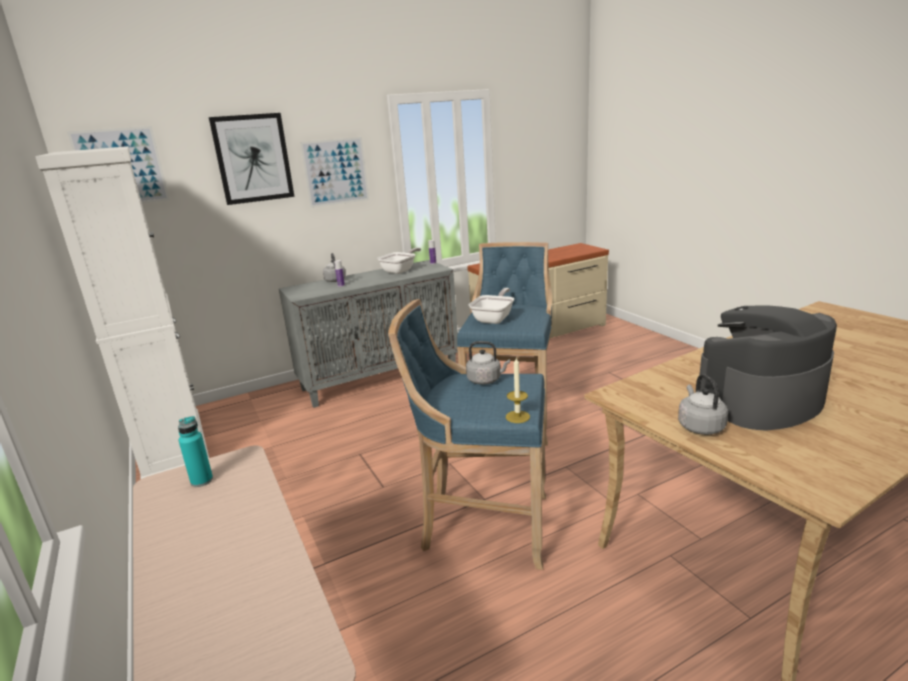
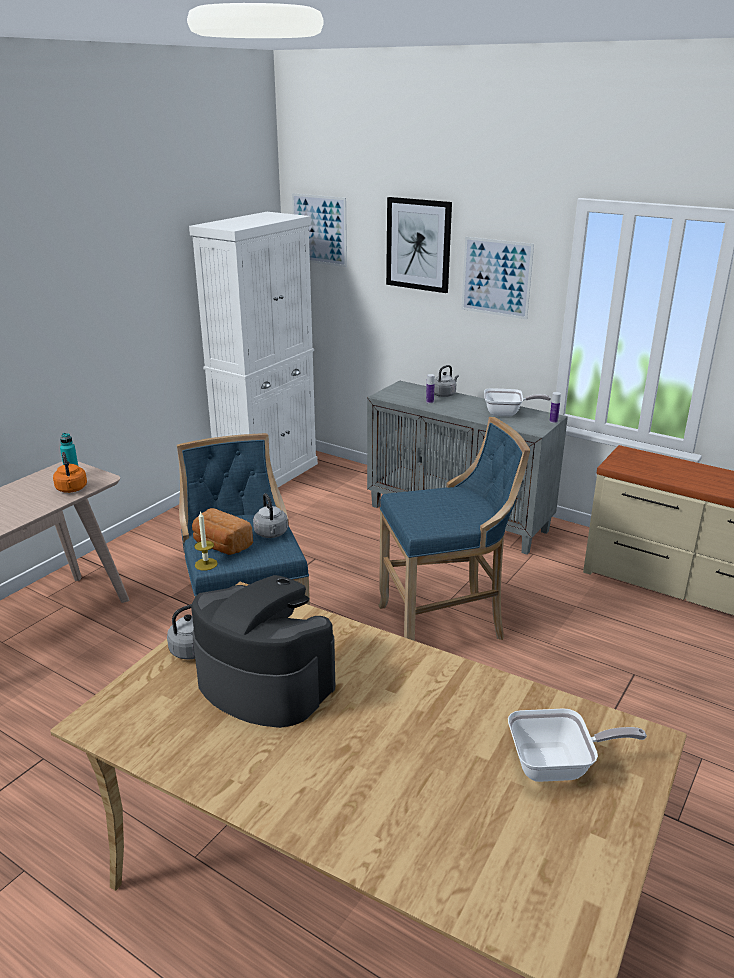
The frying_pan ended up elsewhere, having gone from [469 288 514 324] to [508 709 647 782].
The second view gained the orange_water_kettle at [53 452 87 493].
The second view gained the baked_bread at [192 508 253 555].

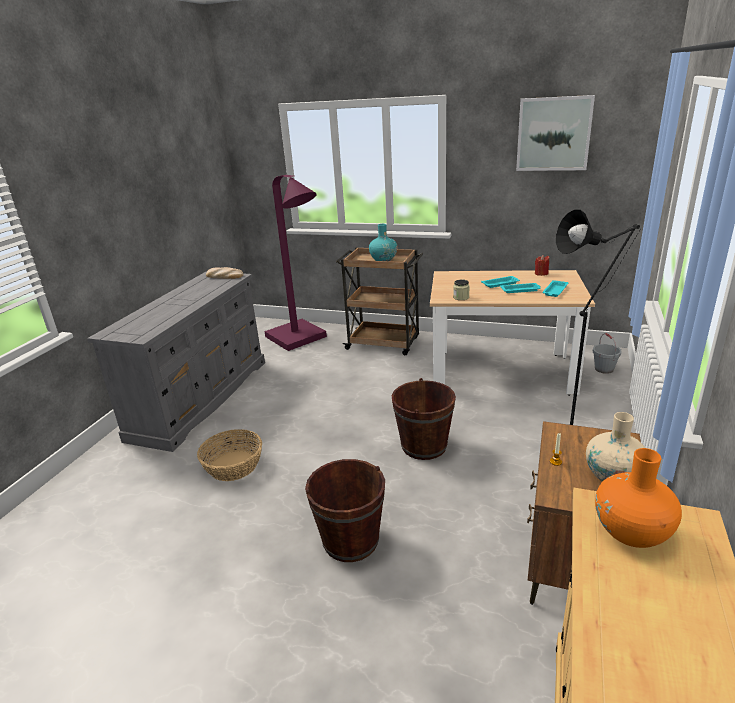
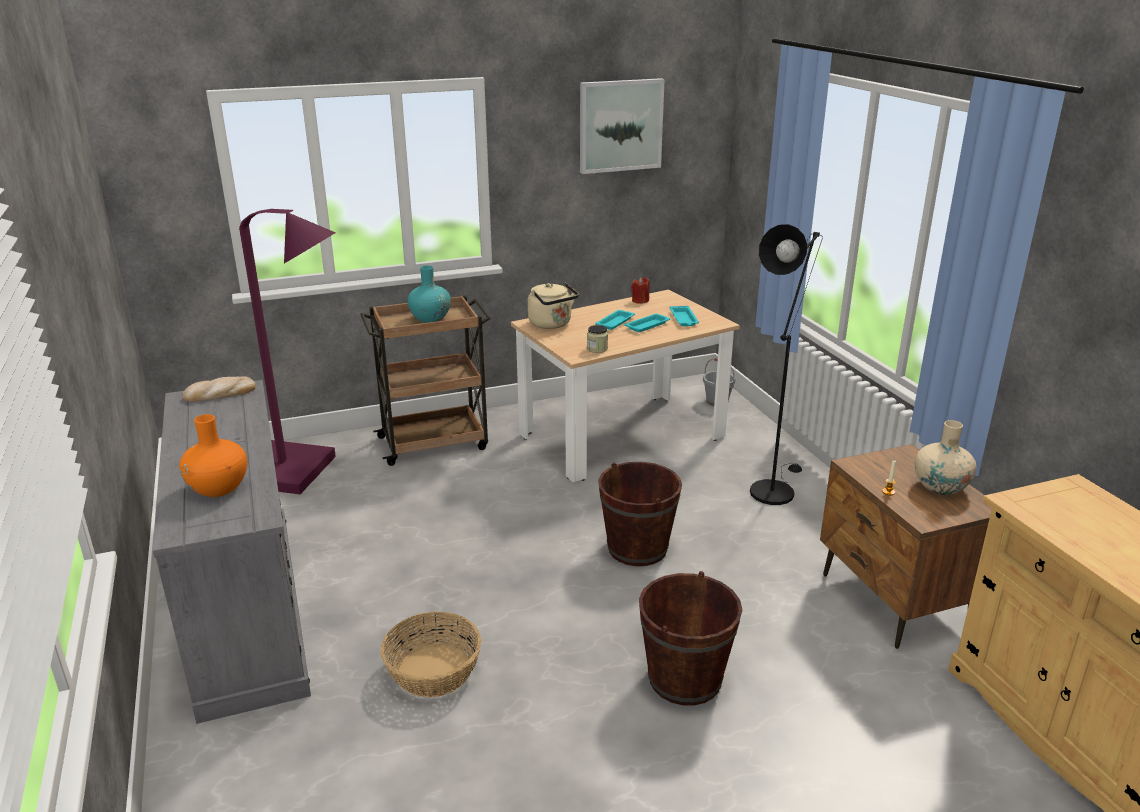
The orange_vase ended up elsewhere, having gone from [595 448 682 548] to [179 414 247 497].
The second view gained the sand-coloured_water_kettle at [528 283 579 329].

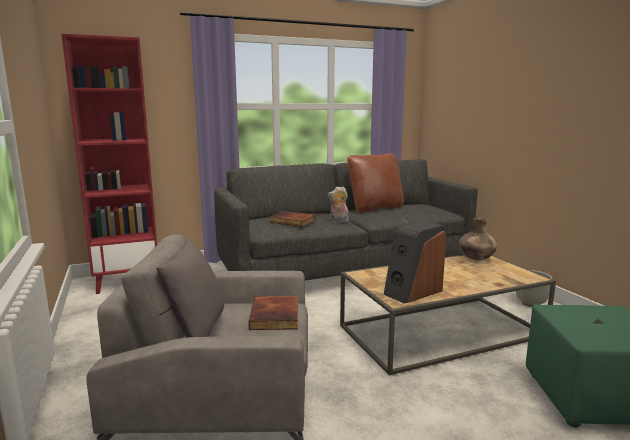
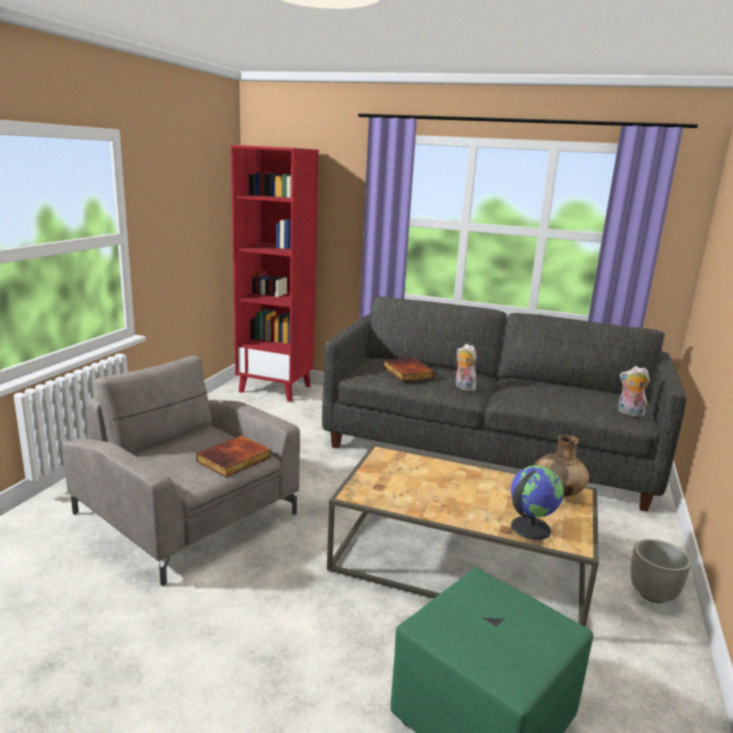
The second view lost the brown-coloured_cushion at [347 153 404 212].
The second view lost the speaker at [384 220 446 304].
The second view lost the greyish_cushion at [156 239 224 338].
The second view gained the plush_toy at [618 366 650 417].
The second view gained the globe at [511 465 564 540].

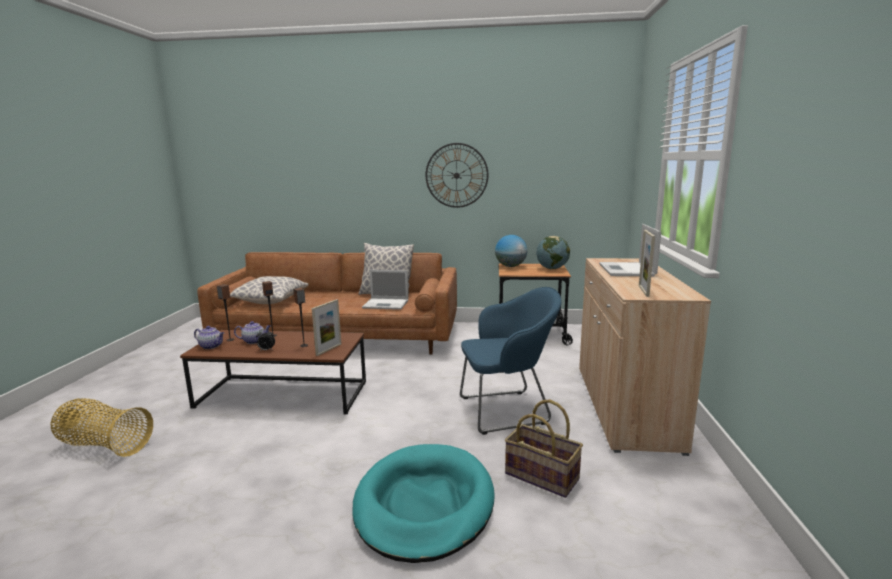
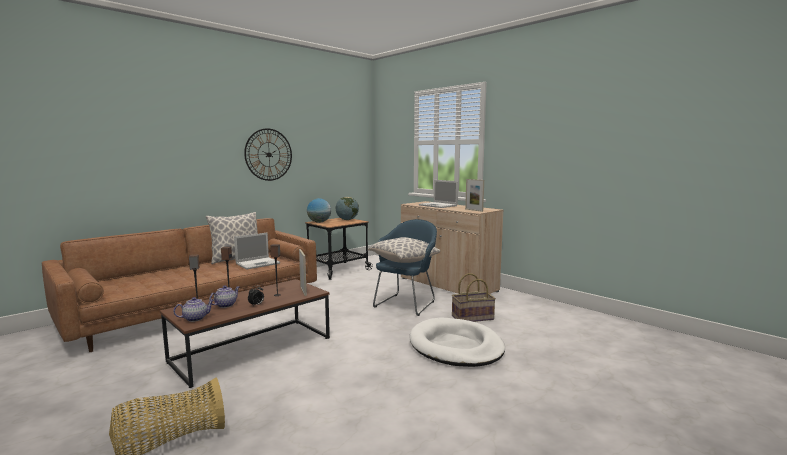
The cushion ended up elsewhere, having gone from [230 276 309 304] to [368 237 440 263].
What was the turquoise_dog_cushion at [352 444 495 563] turned into the white_dog_cushion at [410 318 505 367].

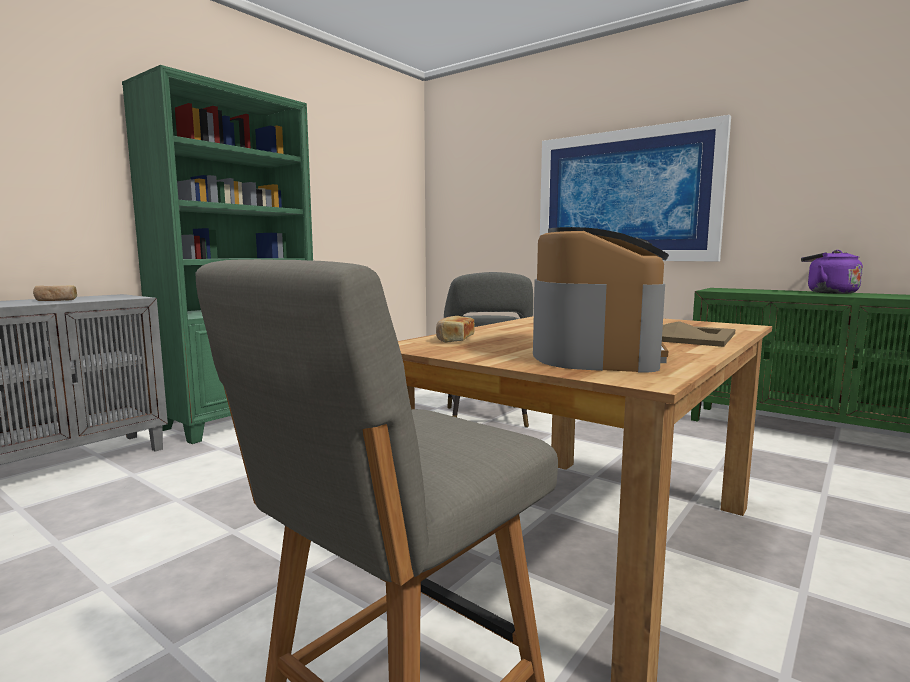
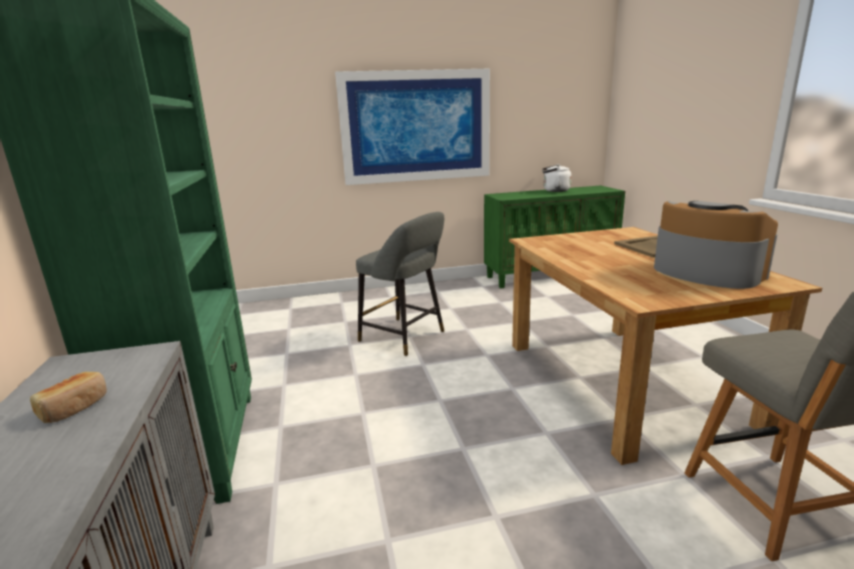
What was the purplish_water_kettle at [801 250 863 294] turned into the white_water_kettle at [542 164 571 192].
The second view lost the baked_bread at [436 316 475 343].

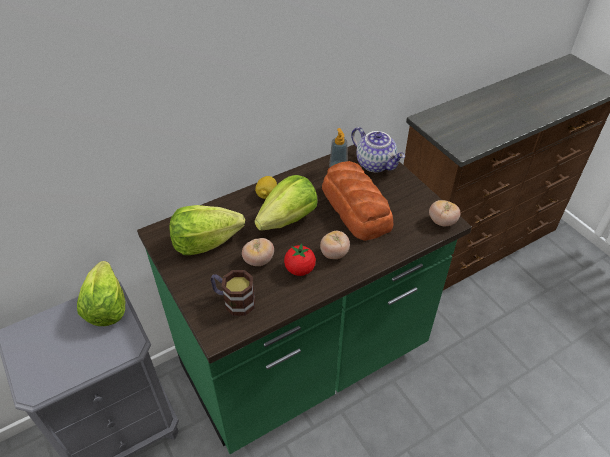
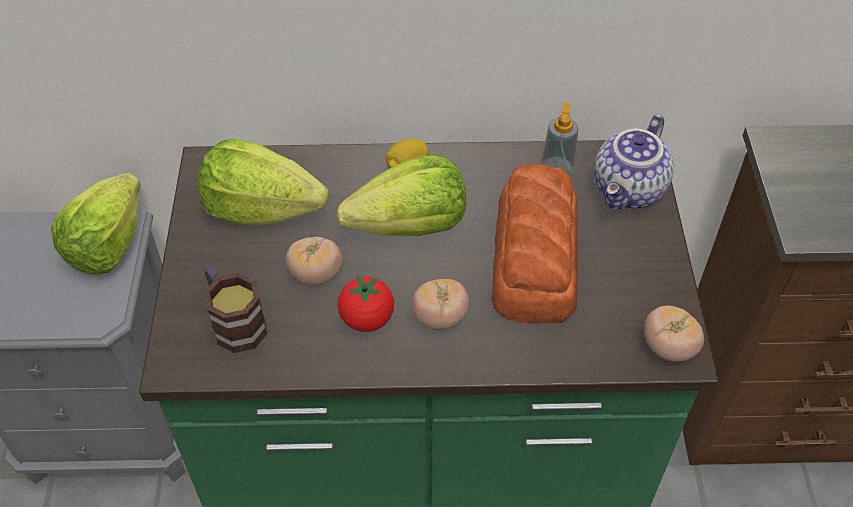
The tea_pot at [351 127 405 173] ended up facing another way, 45 degrees clockwise from before.

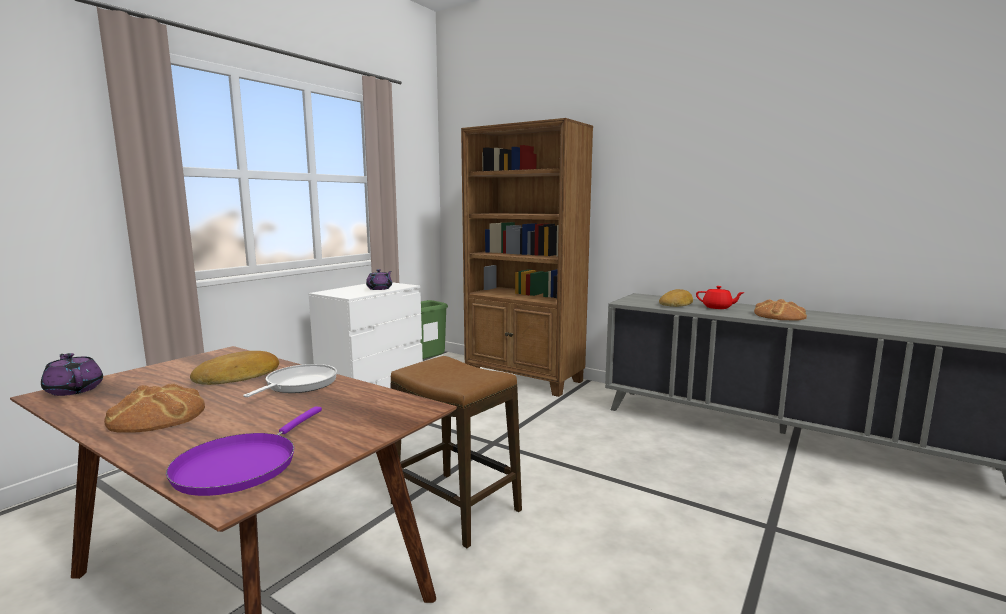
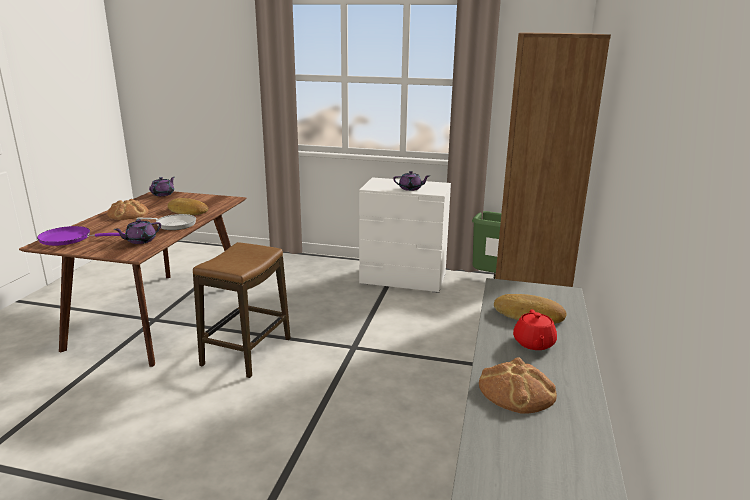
The second view gained the purplish_tea_pot at [113 219 161 244].

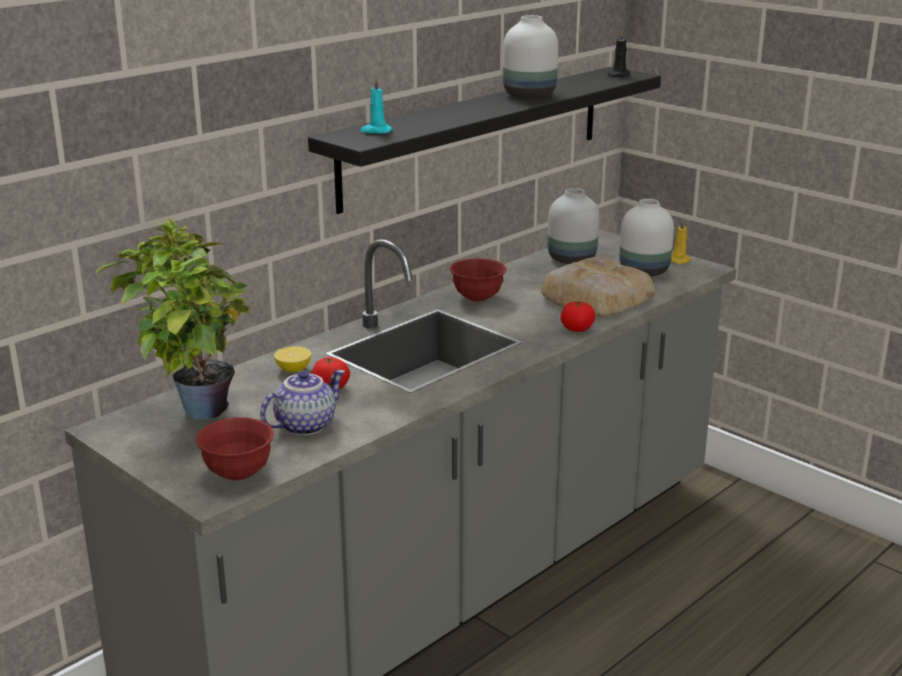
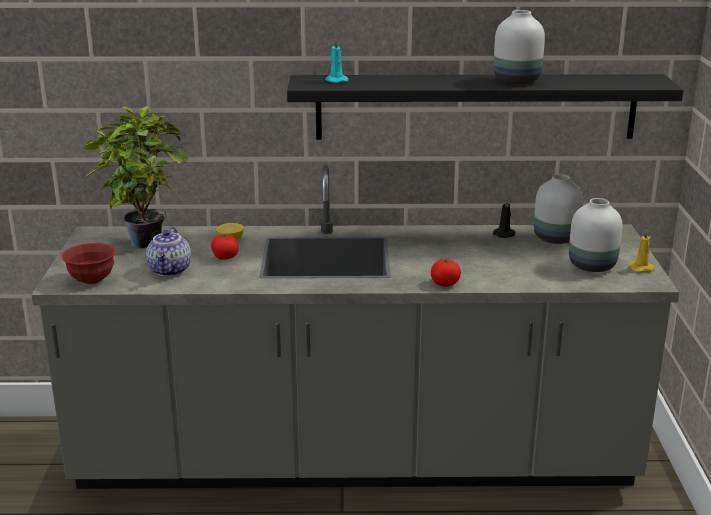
The blackish_wax_light ended up elsewhere, having gone from [608 31 630 77] to [493 198 516 238].
The second view lost the baked_bread at [541 257 655 316].
The second view lost the red-coloured_serving_bowl at [449 258 507 302].
The tea_pot at [260 370 345 435] ended up facing another way, 90 degrees clockwise from before.

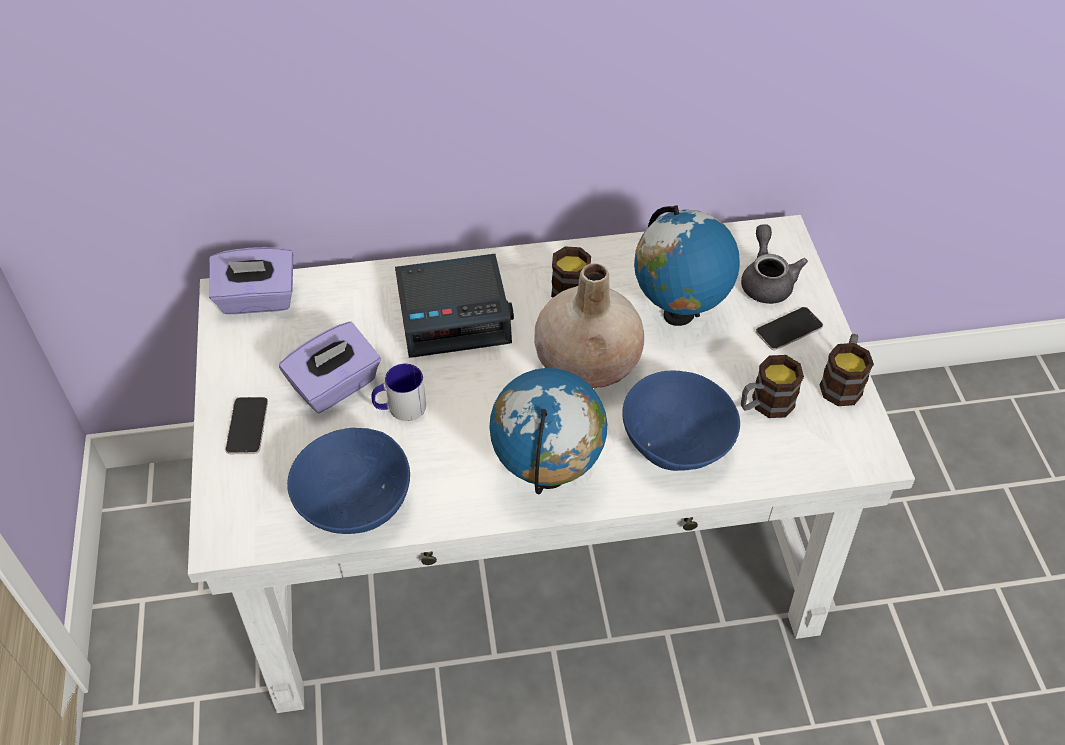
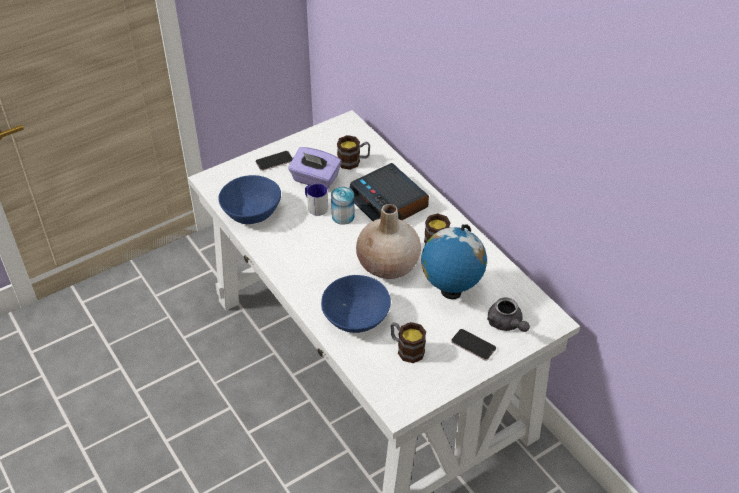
The greyish_tea_pot at [741 224 808 304] ended up facing another way, 90 degrees clockwise from before.
The second view lost the purplish_tissue_holder at [209 247 293 314].
The mug ended up elsewhere, having gone from [820 334 874 406] to [337 135 370 170].
The second view lost the globe at [490 368 607 494].
The second view gained the sealed_can at [331 187 355 225].

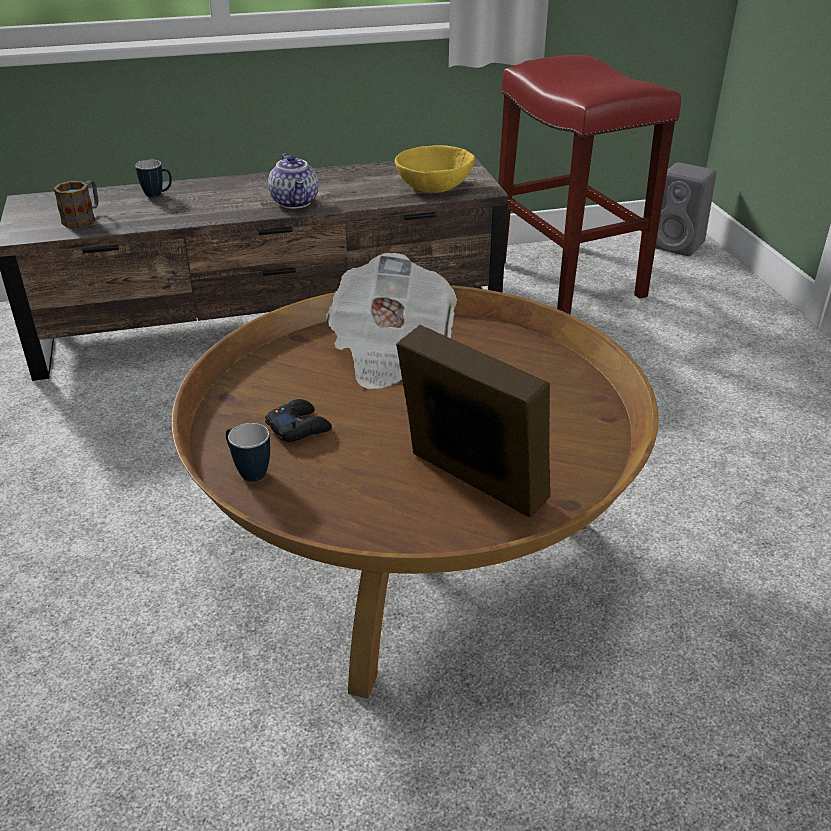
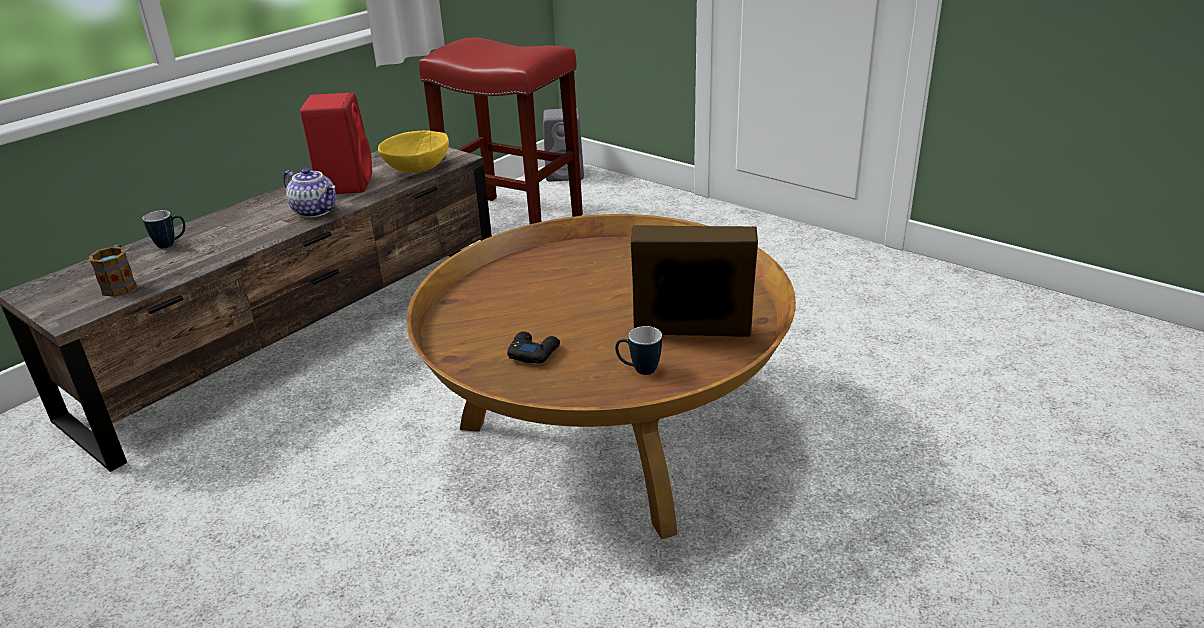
The second view lost the daily_paper at [326 253 457 389].
The mug ended up elsewhere, having gone from [226 423 270 482] to [615 326 662 375].
The second view gained the red-coloured_speaker at [300 93 372 194].

